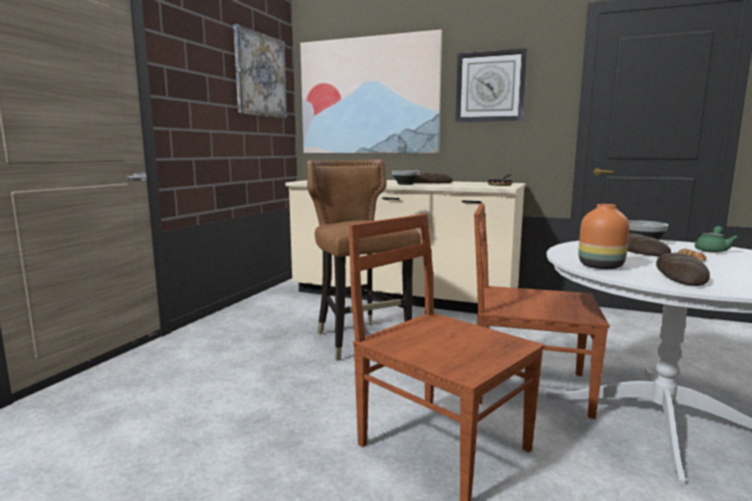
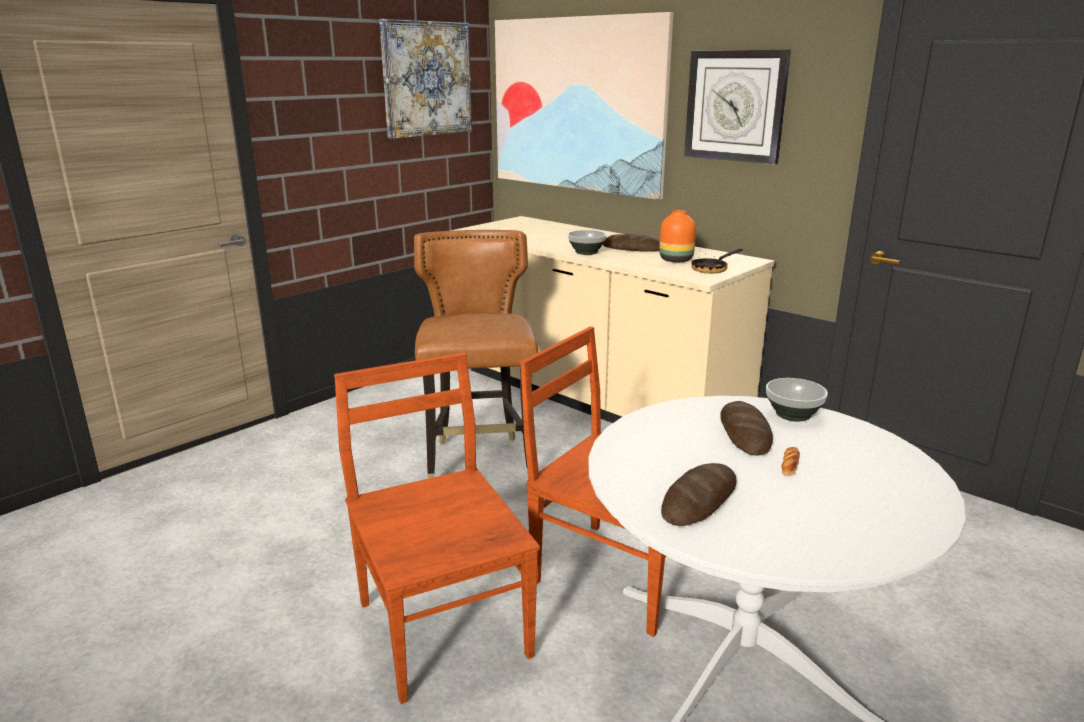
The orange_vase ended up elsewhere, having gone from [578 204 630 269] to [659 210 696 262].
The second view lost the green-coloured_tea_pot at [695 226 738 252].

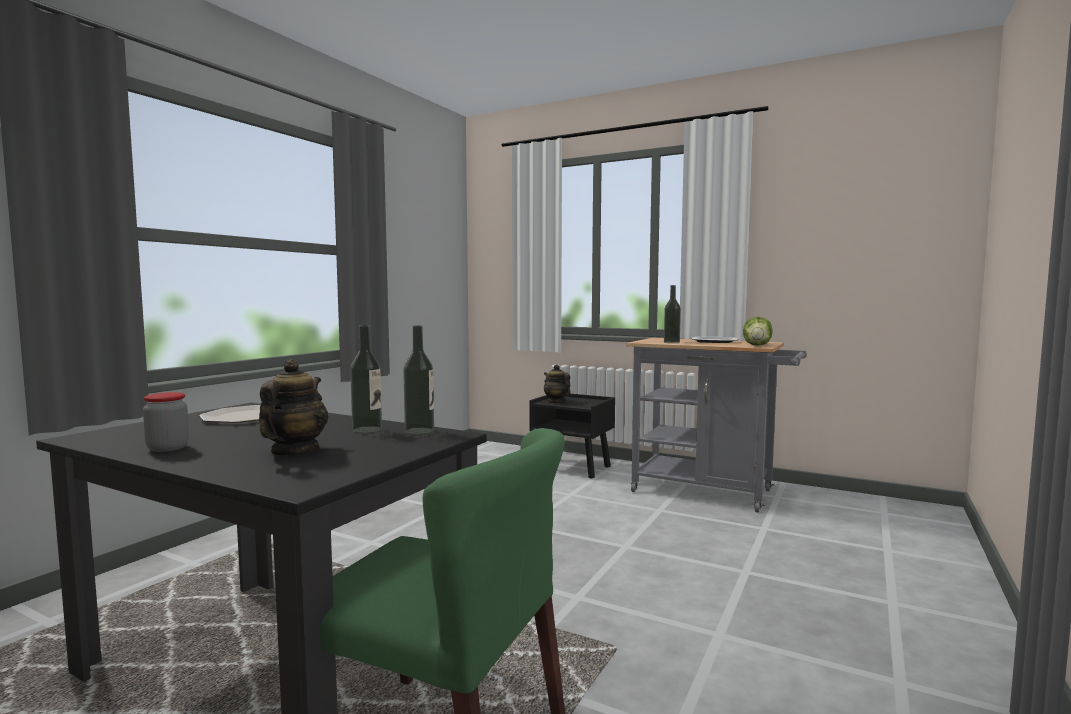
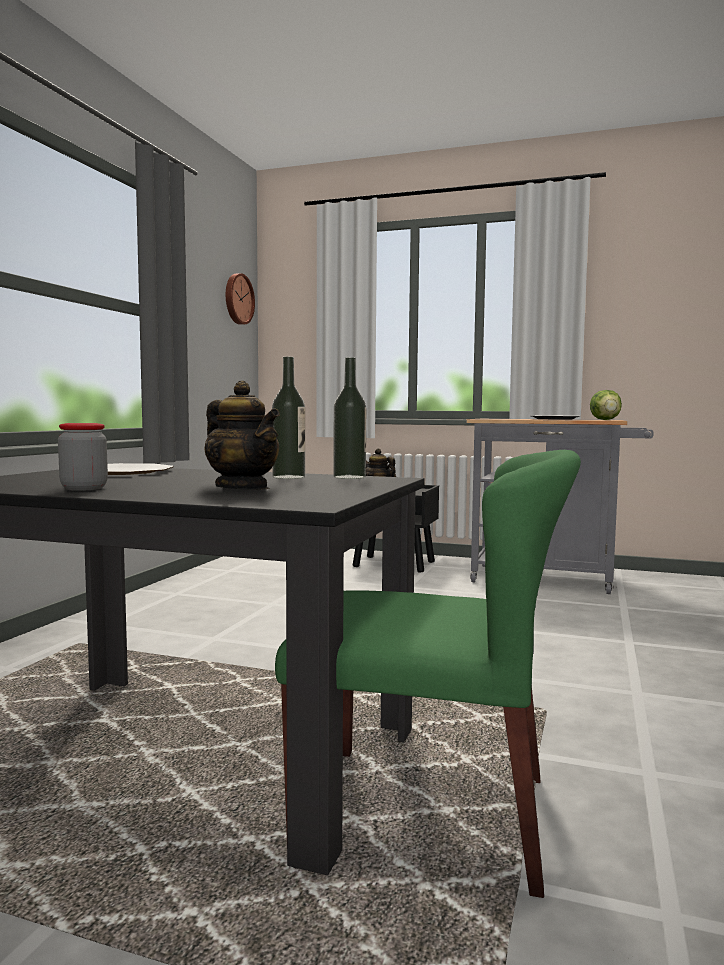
The second view lost the drink_bottle at [664 285 681 343].
The tea_pot at [259 359 328 456] ended up facing another way, 135 degrees clockwise from before.
The second view gained the wall_clock at [226 273 255 325].

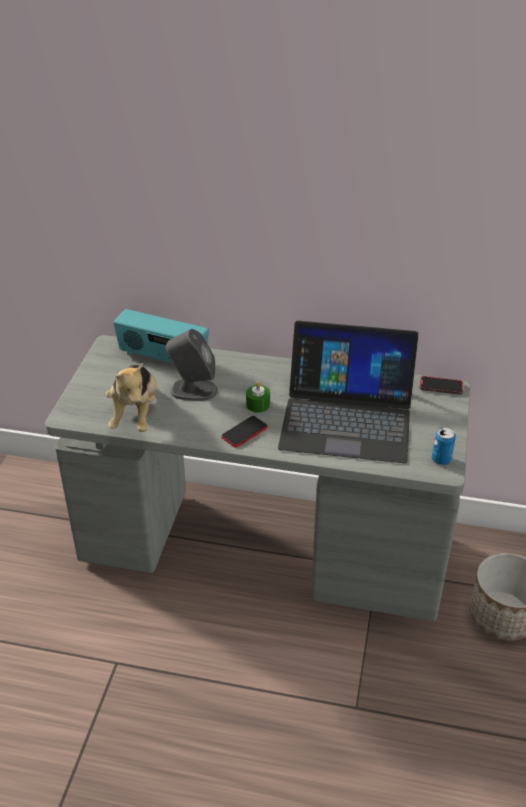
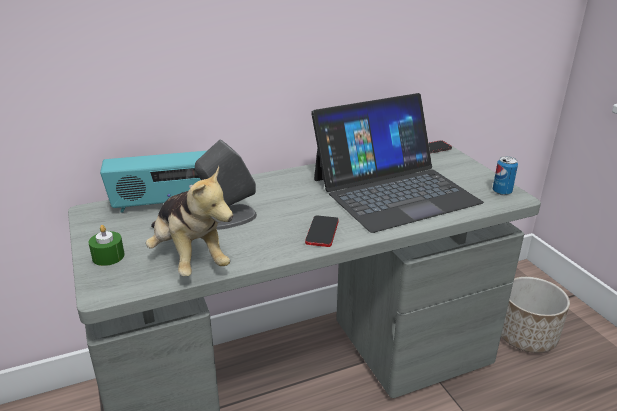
The green-coloured_wax_light ended up elsewhere, having gone from [246 382 270 413] to [89 225 125 266].

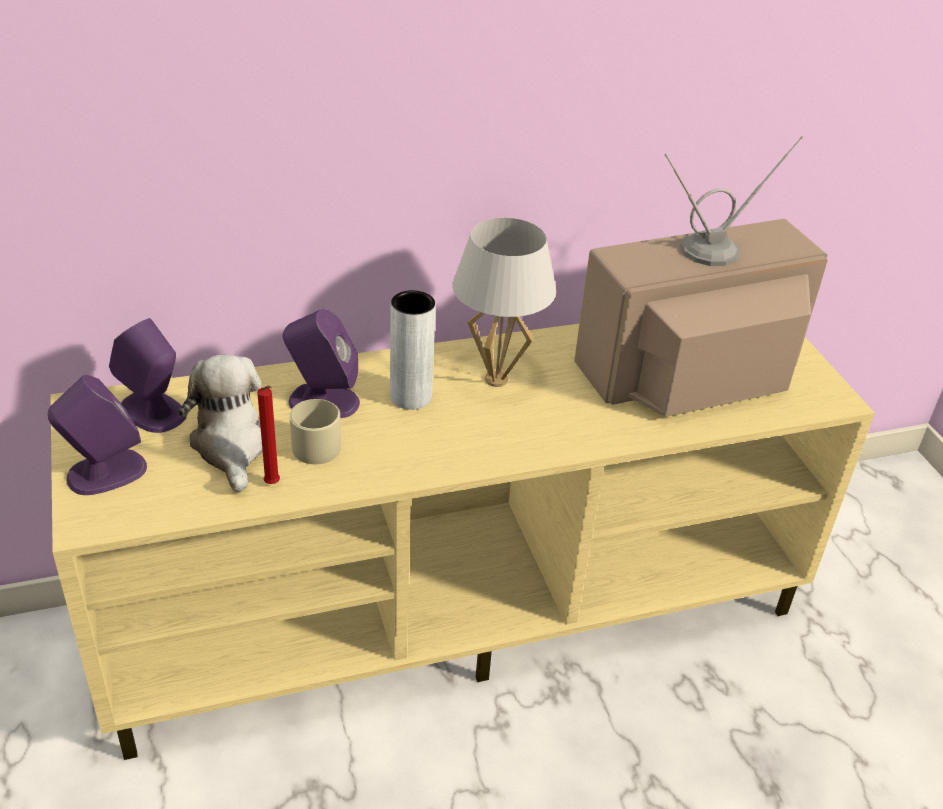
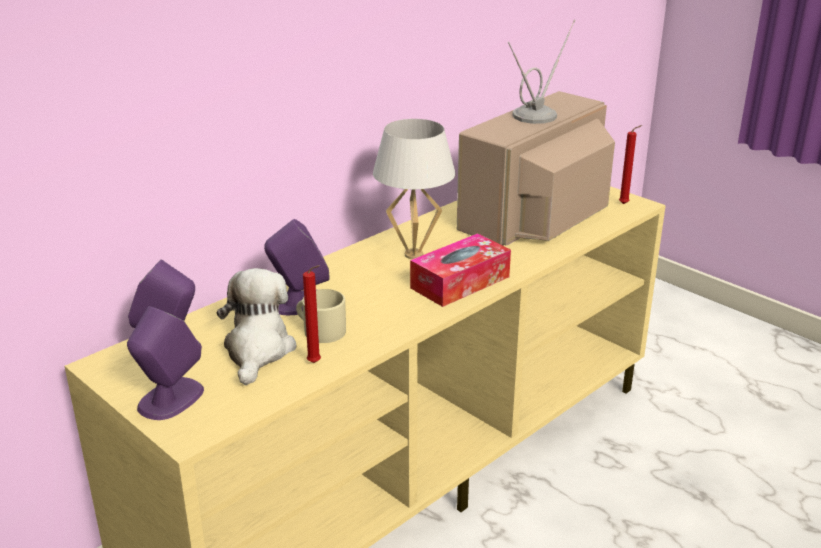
The second view lost the greyish_vase at [390 290 436 410].
The plush_toy at [179 354 263 493] ended up facing another way, 45 degrees clockwise from before.
The second view gained the red-coloured_wax_light at [619 125 642 204].
The second view gained the tissue_holder at [410 233 511 307].

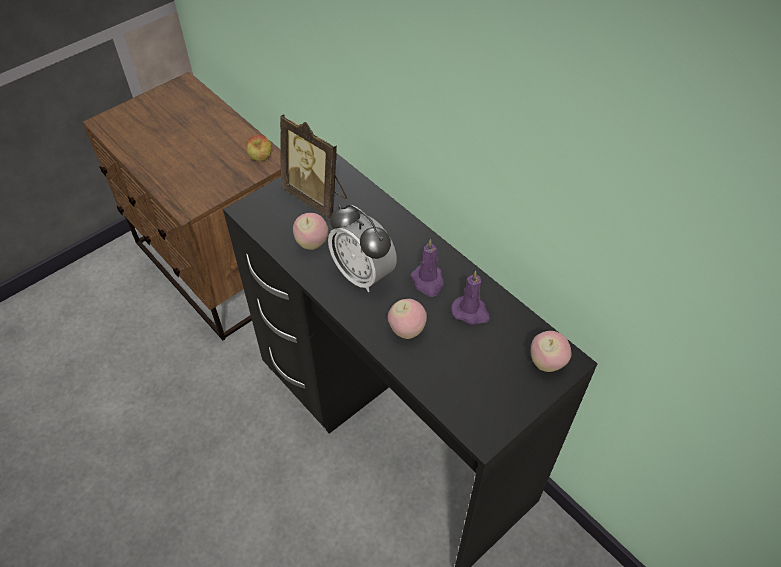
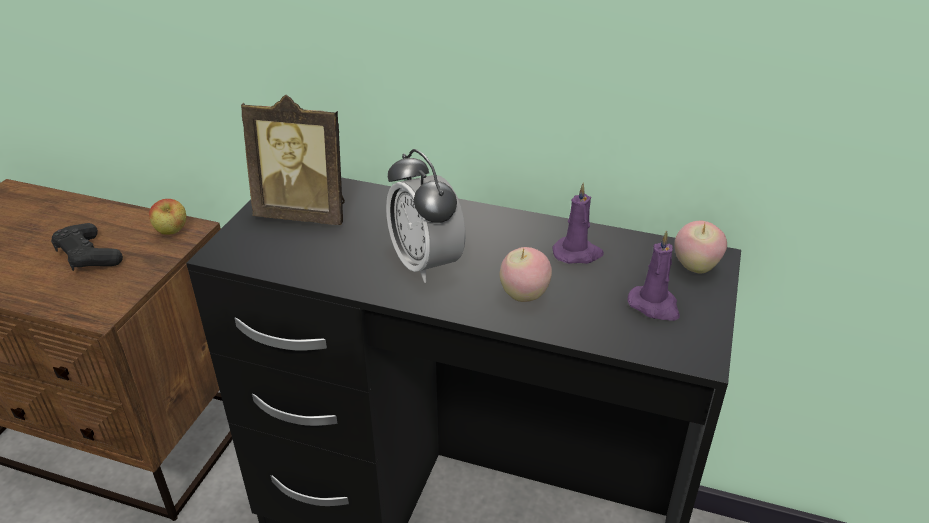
The alarm_clock at [328 204 397 292] ended up facing another way, 45 degrees clockwise from before.
The second view lost the apple_fruit at [293 213 328 250].
The purplish_wax_light ended up elsewhere, having gone from [411 239 444 297] to [627 231 680 321].
The second view gained the blackish_joypad at [51 223 123 271].

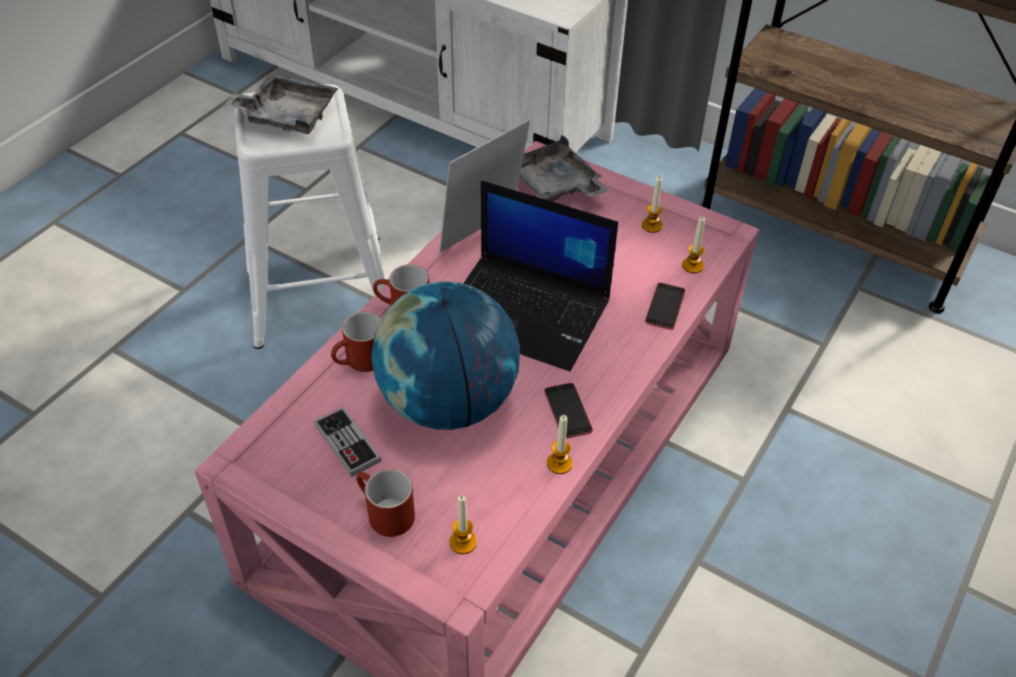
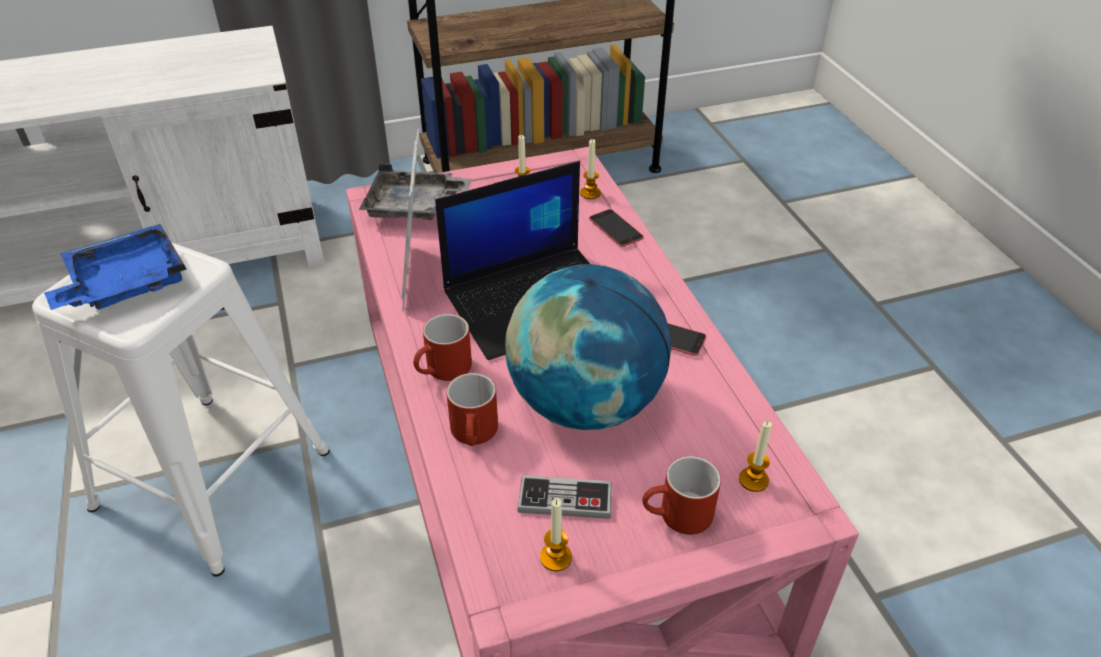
What was the greyish_serving_tray at [223 73 338 134] turned into the blue_serving_tray at [44 224 186 310].
The wax_light ended up elsewhere, having gone from [547 415 573 474] to [540 498 572 572].

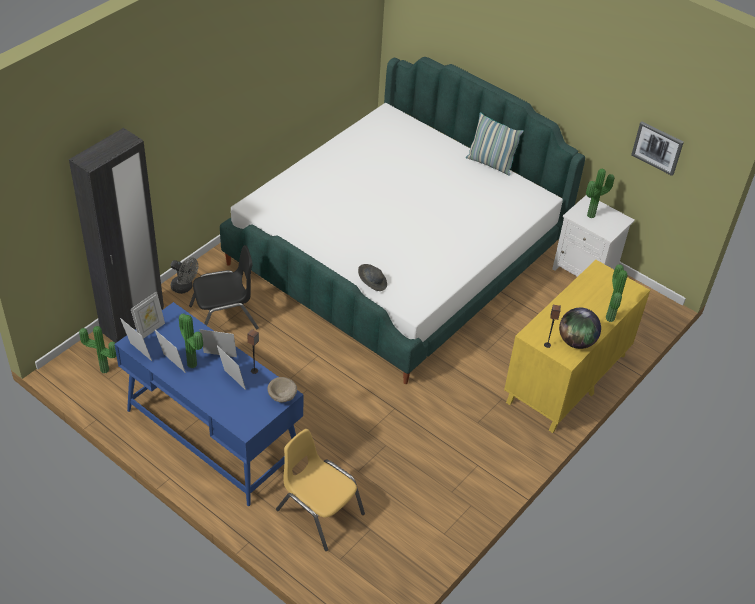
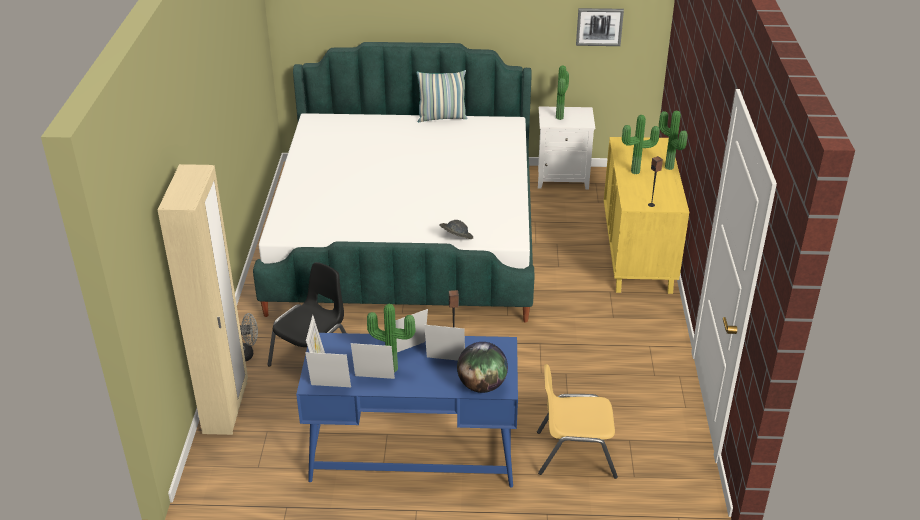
What was the blackish_armoire at [69 128 164 343] turned into the sand-coloured_armoire at [158 164 248 435].
The globe ended up elsewhere, having gone from [559 308 601 349] to [457 342 508 393].
The potted_plant ended up elsewhere, having gone from [79 326 116 374] to [622 115 660 174].
The second view lost the sand-coloured_serving_bowl at [268 377 297 403].

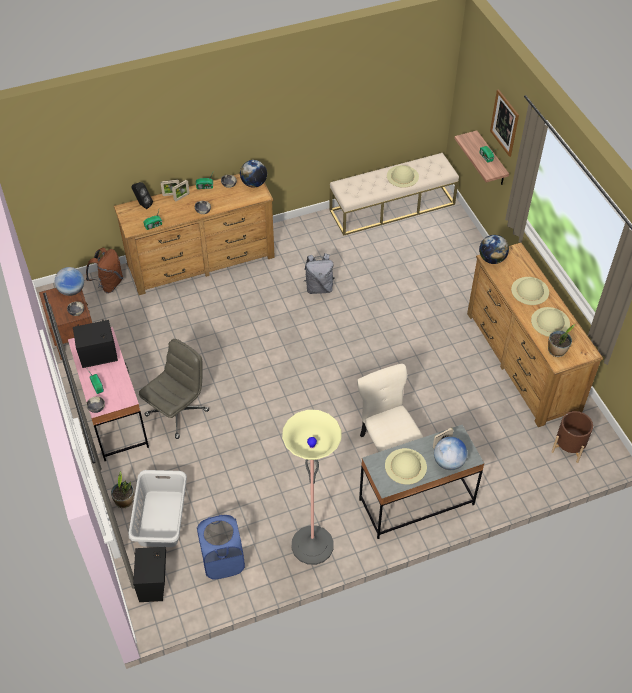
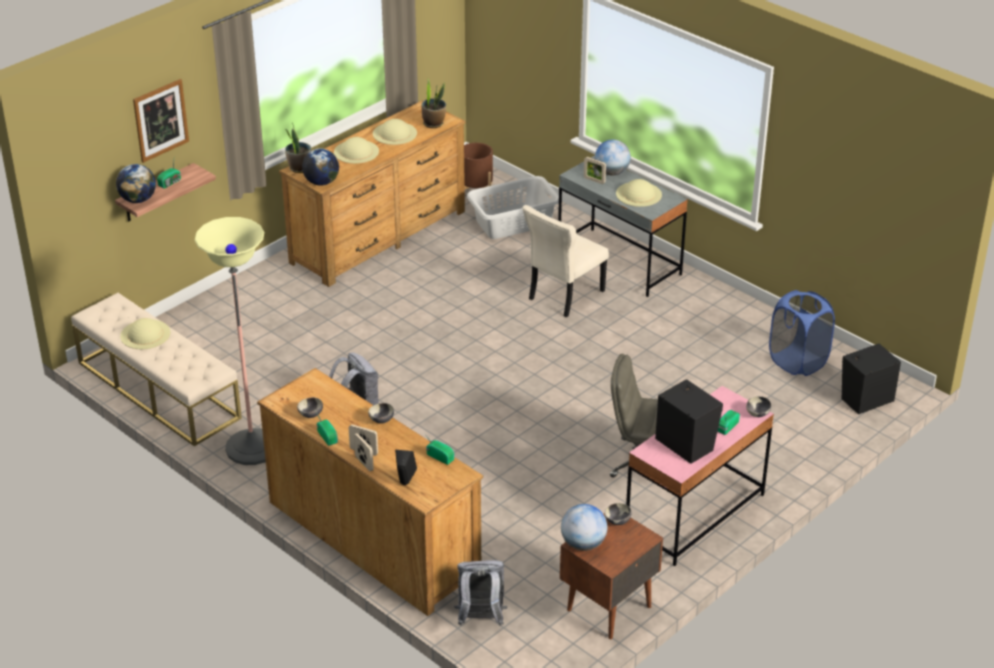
The globe ended up elsewhere, having gone from [240 160 267 188] to [116 164 156 203].
What was the brown-coloured_knapsack at [86 248 123 293] turned into the greyish_knapsack at [454 560 507 626].
The standing_lamp ended up elsewhere, having gone from [282 410 341 565] to [195 217 266 465].
The greyish_washing_basket ended up elsewhere, having gone from [129 470 187 547] to [467 176 559 239].
The potted_plant ended up elsewhere, having gone from [111 471 134 508] to [285 123 312 173].

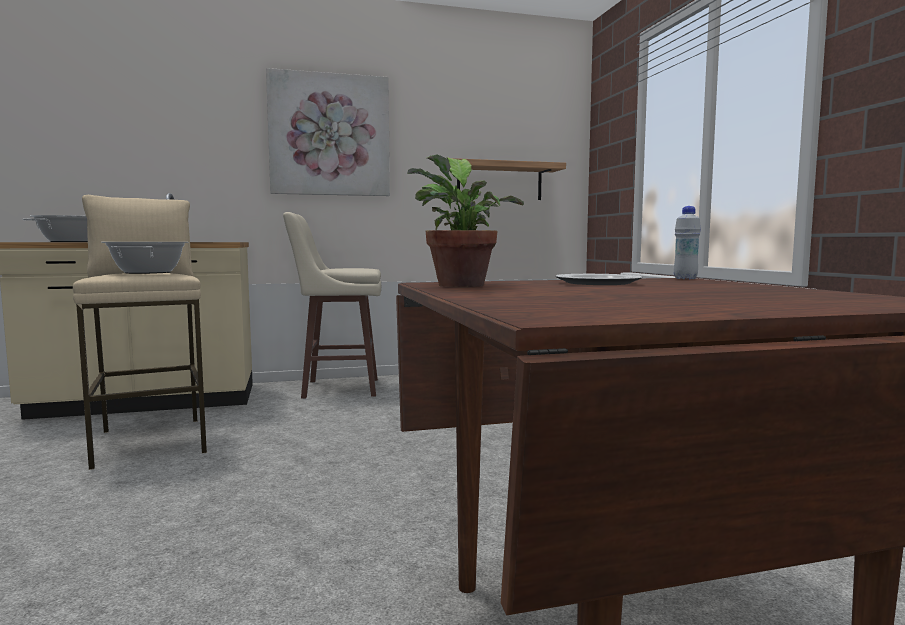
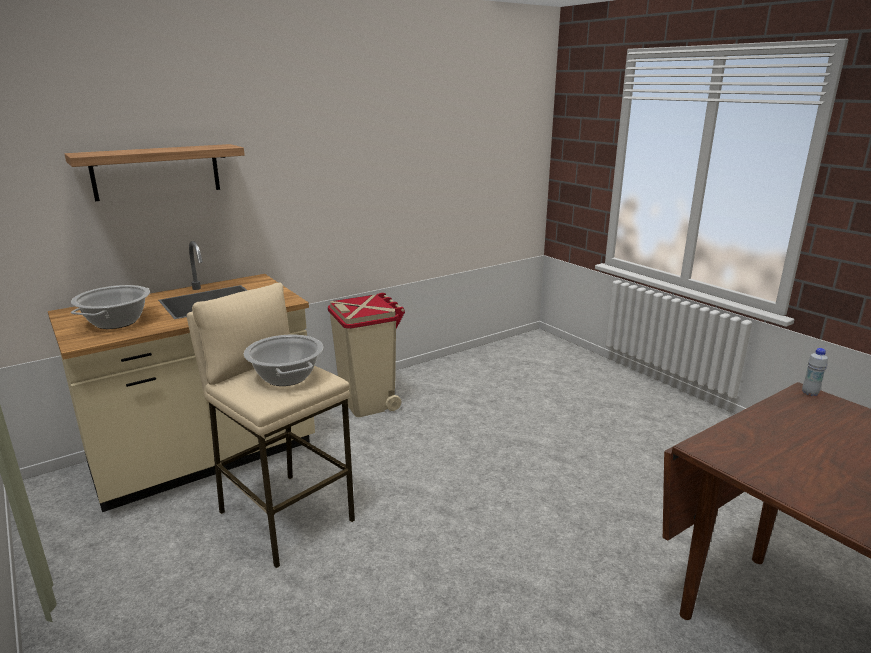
The second view lost the wall_picture at [266 68 390 196].
The second view lost the potted_plant at [407 155 524 287].
The shelf ended up elsewhere, having gone from [452 158 566 200] to [65 144 245 201].
Where the sand-coloured_stool_seat stood at [283 212 381 399], the sand-coloured_rubbish_bin came to stand at [328 293 405 417].
The second view lost the dinner_plate at [556 274 642 285].

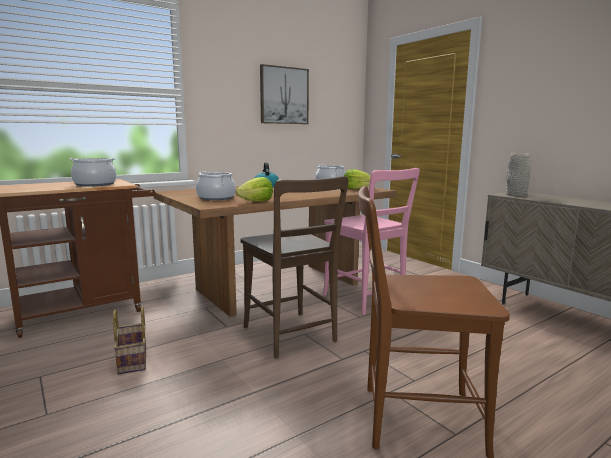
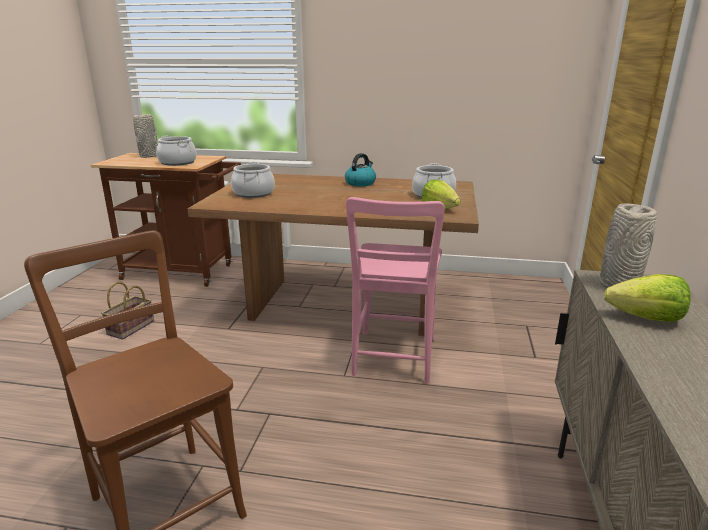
The second view lost the wall_picture at [260 64 309 124].
The second view lost the brown-coloured_chair at [240 176 348 358].
The lettuce ended up elsewhere, having gone from [236 177 273 202] to [604 274 691 322].
The second view gained the greyish_vase at [133 114 158 158].

